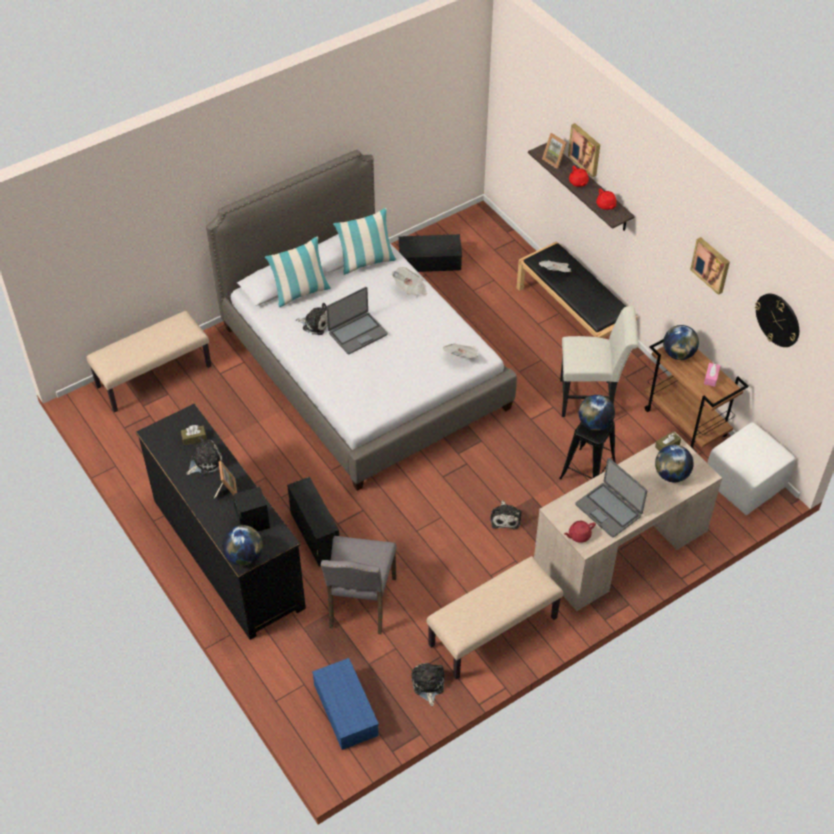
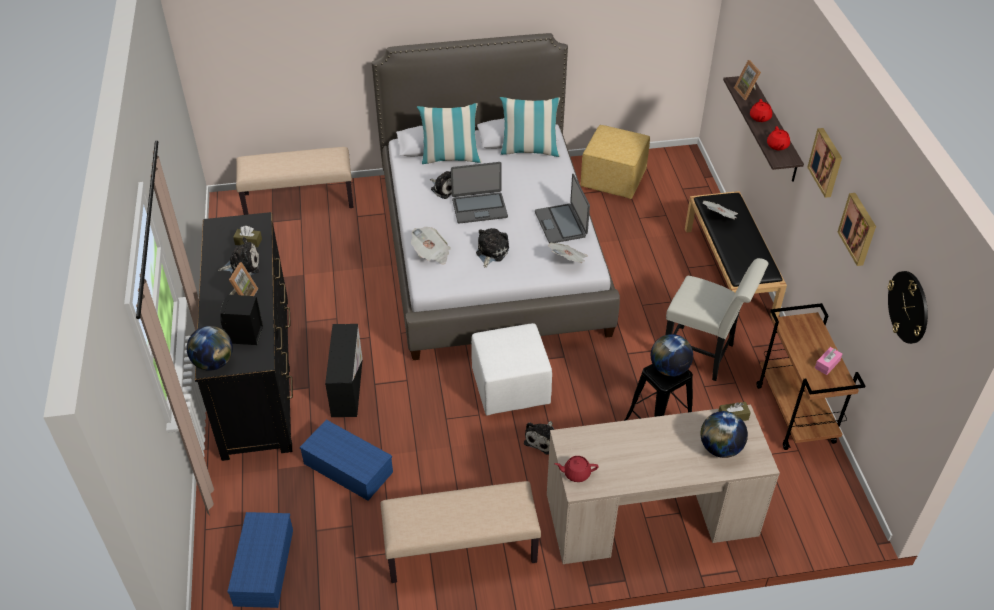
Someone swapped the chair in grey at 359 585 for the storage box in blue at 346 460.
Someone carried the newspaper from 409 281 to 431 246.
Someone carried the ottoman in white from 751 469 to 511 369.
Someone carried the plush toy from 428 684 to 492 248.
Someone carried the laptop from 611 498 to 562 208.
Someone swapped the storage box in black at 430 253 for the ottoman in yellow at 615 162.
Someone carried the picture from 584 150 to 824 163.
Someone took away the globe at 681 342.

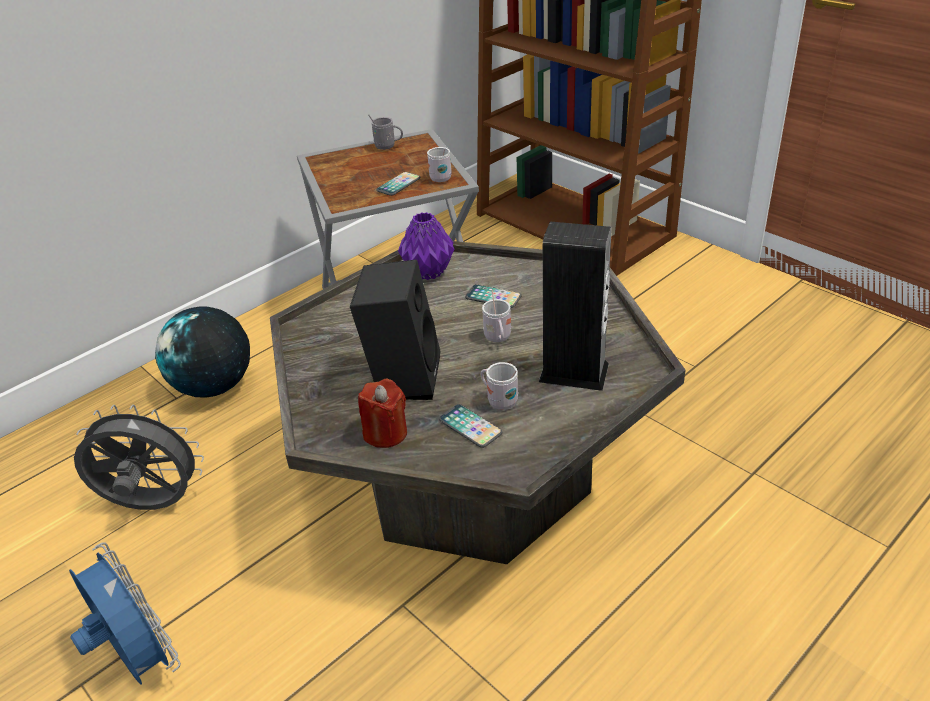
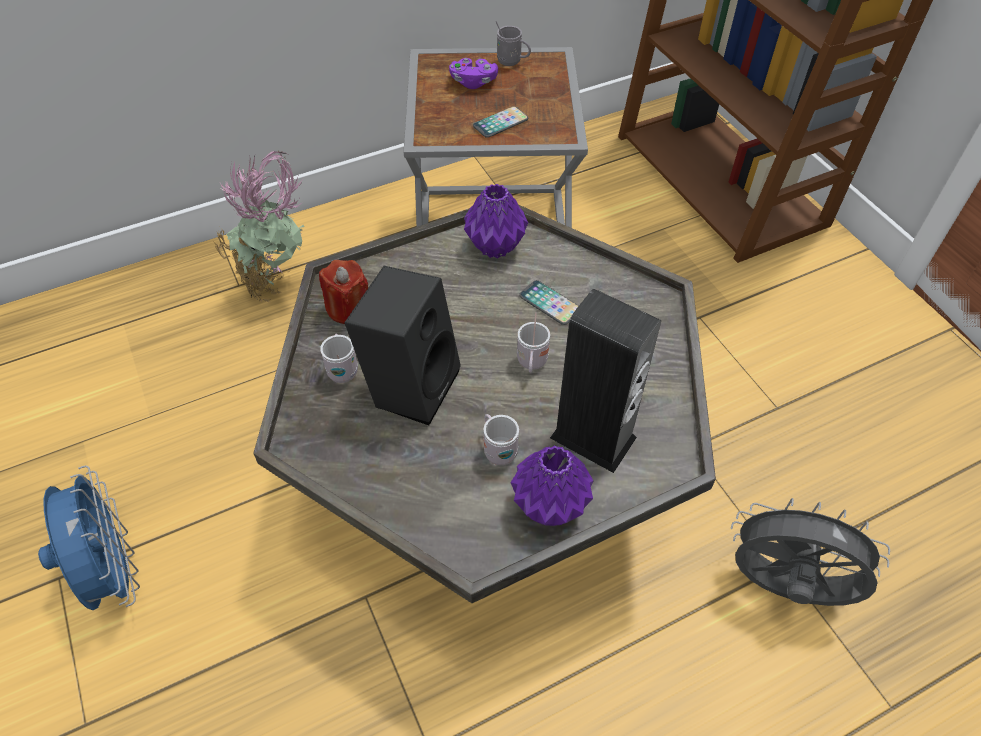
Someone swapped the globe at 202 352 for the potted plant at 260 226.
Someone carried the candle in red from 382 413 to 343 292.
Someone carried the mug in white from 439 164 to 339 358.
Someone put down the game controller in purple at 473 73.
Someone put down the vase in purple at 552 485.
Someone carried the fan in grey from 139 457 to 810 552.
Someone took away the phone at 470 426.

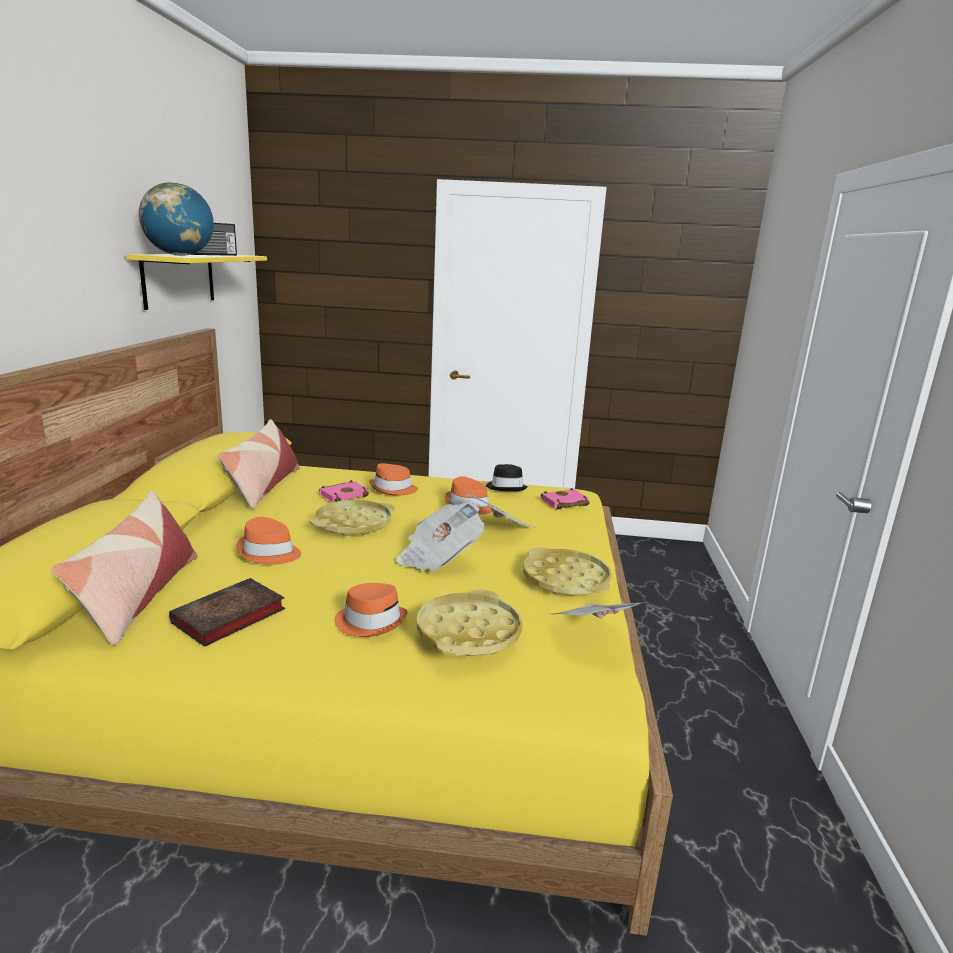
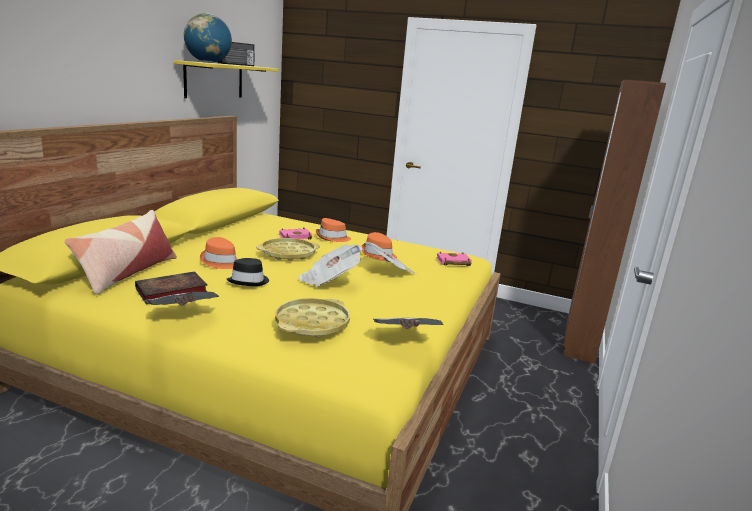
Someone put down the newspaper at 181 299.
Someone carried the hat in black from 507 477 to 248 272.
Someone put down the wardrobe in brown at 615 221.
Someone took away the pillow at 258 464.
Someone took away the hat in orange at 371 610.
Someone took away the tray in yellow at 567 571.

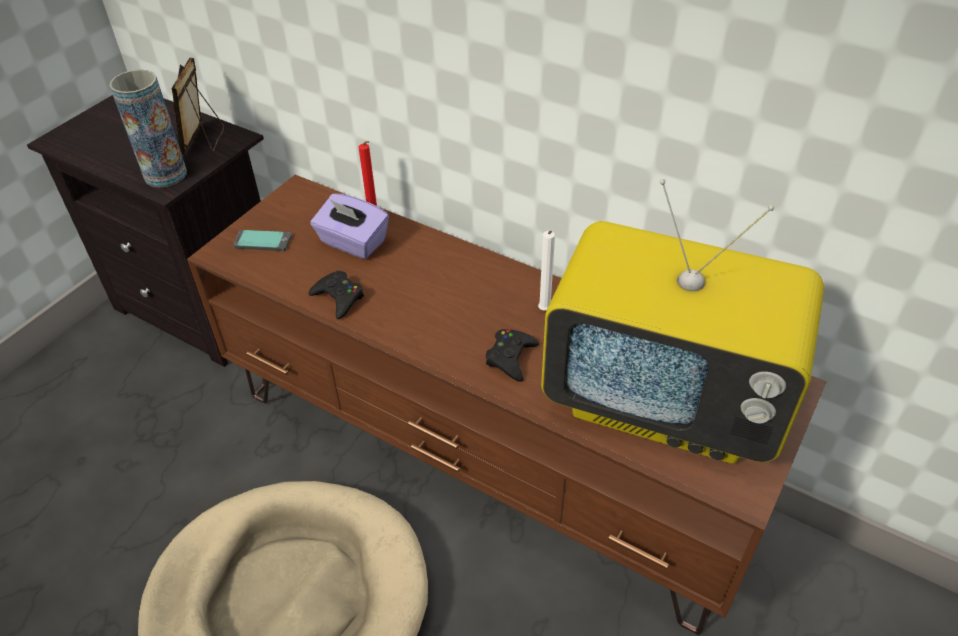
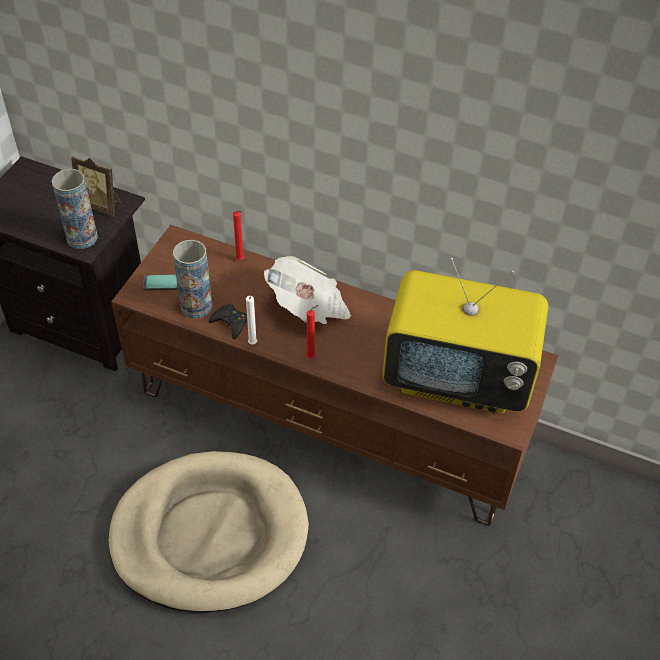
Someone rotated the picture frame at 198 105 by 60 degrees counterclockwise.
Someone put down the vase at 192 279.
Someone carried the candle in white from 546 271 to 251 320.
Someone put down the newspaper at 307 290.
Someone put down the candle in red at 312 332.
Someone took away the tissue box in purple at 349 226.
Someone took away the game controller in black at 512 355.

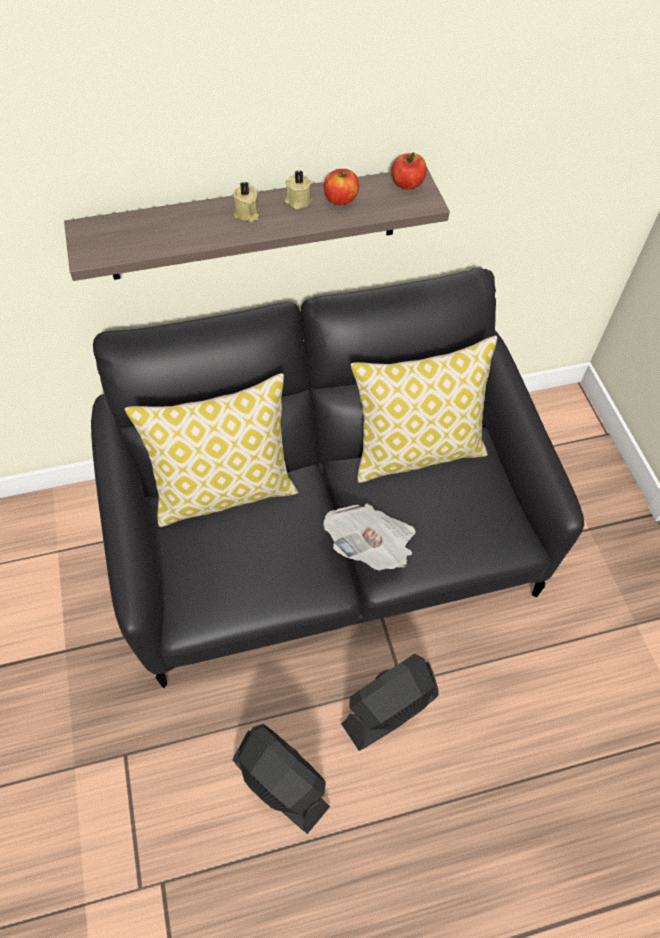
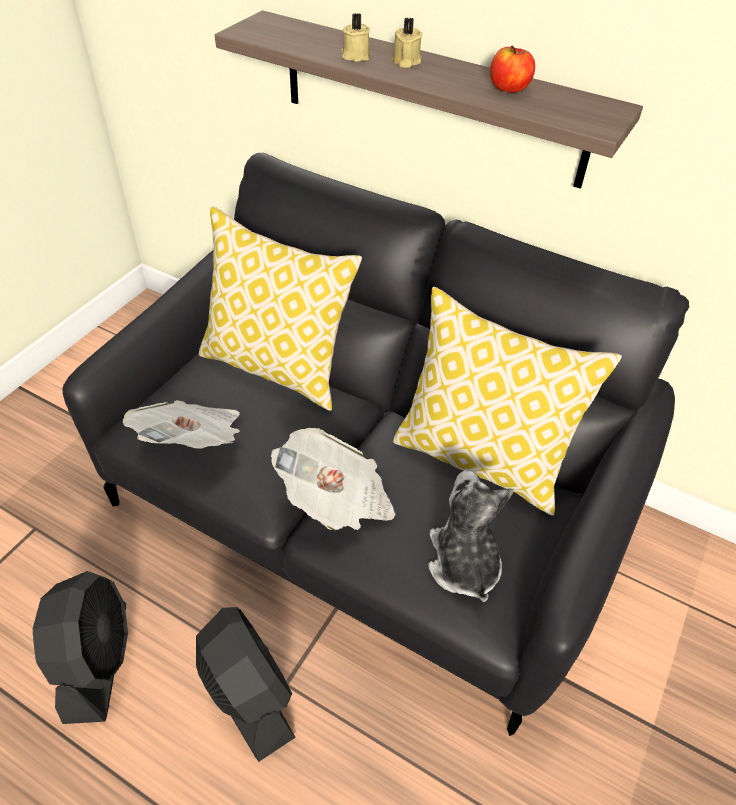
Someone put down the newspaper at 181 424.
Someone rotated the fan in black at 390 702 by 45 degrees clockwise.
Someone carried the candle in beige from 298 189 to 355 37.
Someone put down the plush toy at 471 536.
Someone took away the apple at 409 171.

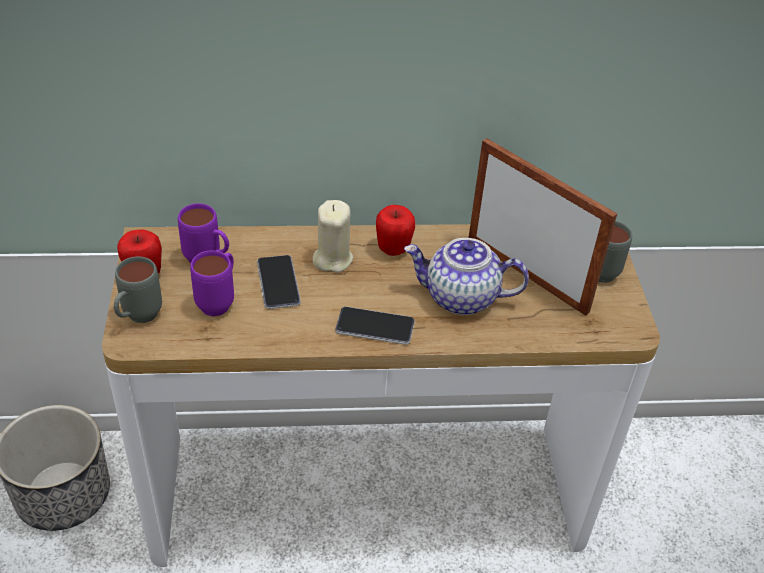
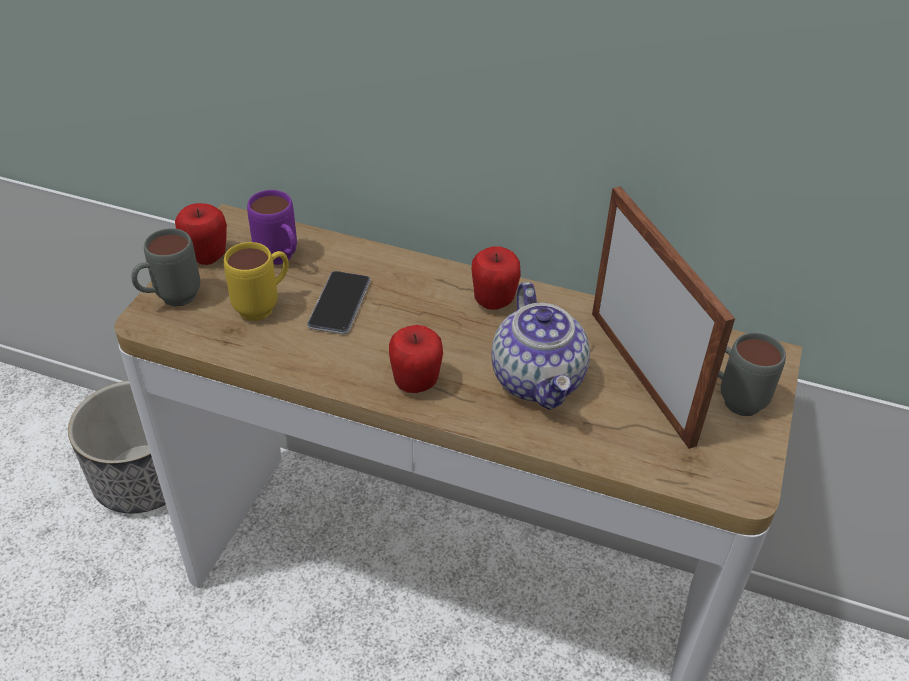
Someone repainted the mug in purple at 212 283, which became the mug in yellow at 256 281.
Someone swapped the phone at 375 325 for the apple at 416 359.
Someone rotated the teapot at 466 276 by 135 degrees counterclockwise.
Someone took away the candle in beige at 333 236.

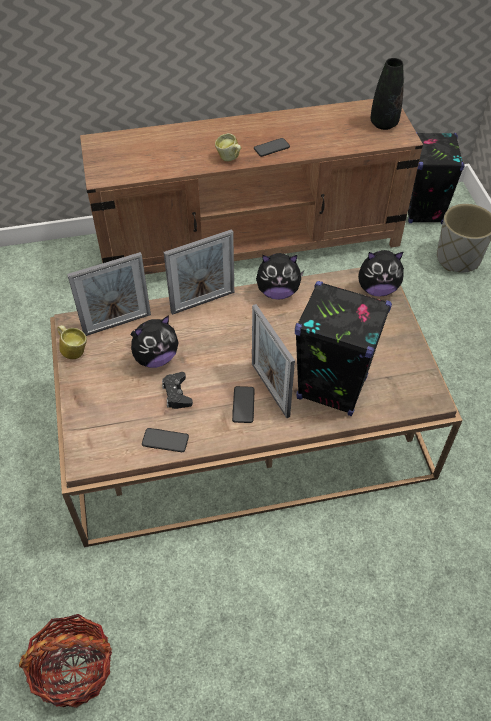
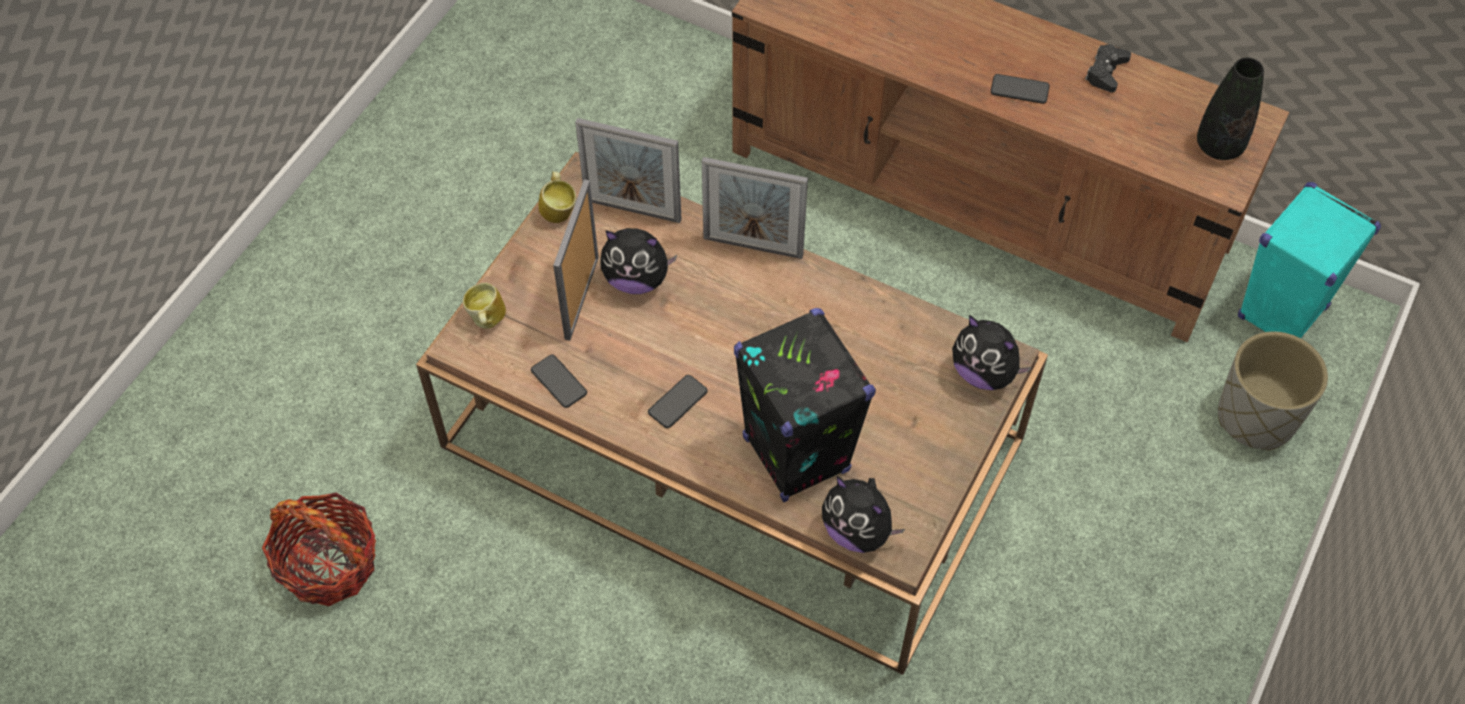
Someone carried the mug from 228 147 to 484 306.
Someone carried the picture frame from 273 361 to 576 260.
Someone carried the plush toy from 280 276 to 863 514.
Someone carried the game controller in black from 177 390 to 1108 68.
Someone repainted the speaker in black at 436 178, which became the speaker in turquoise at 1309 260.

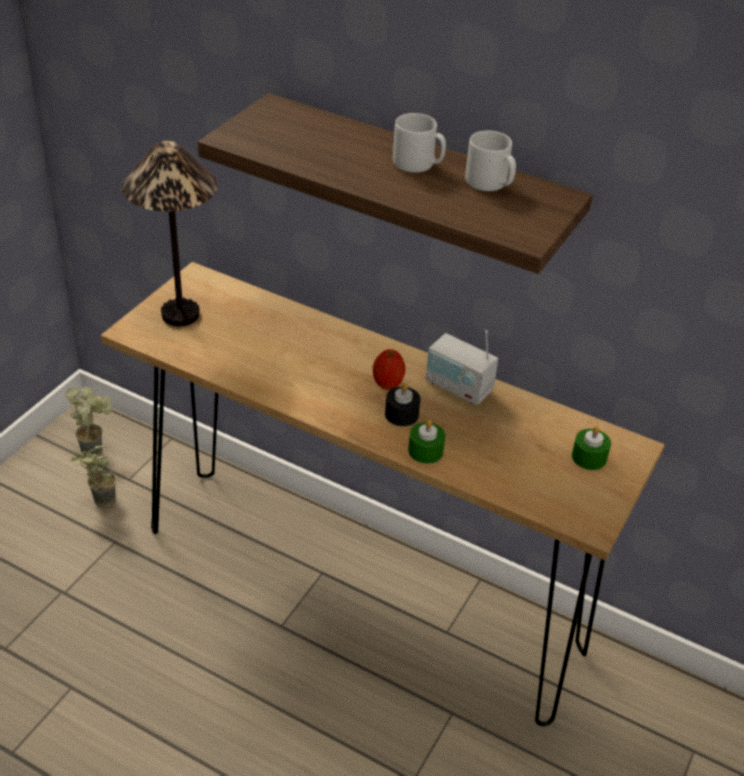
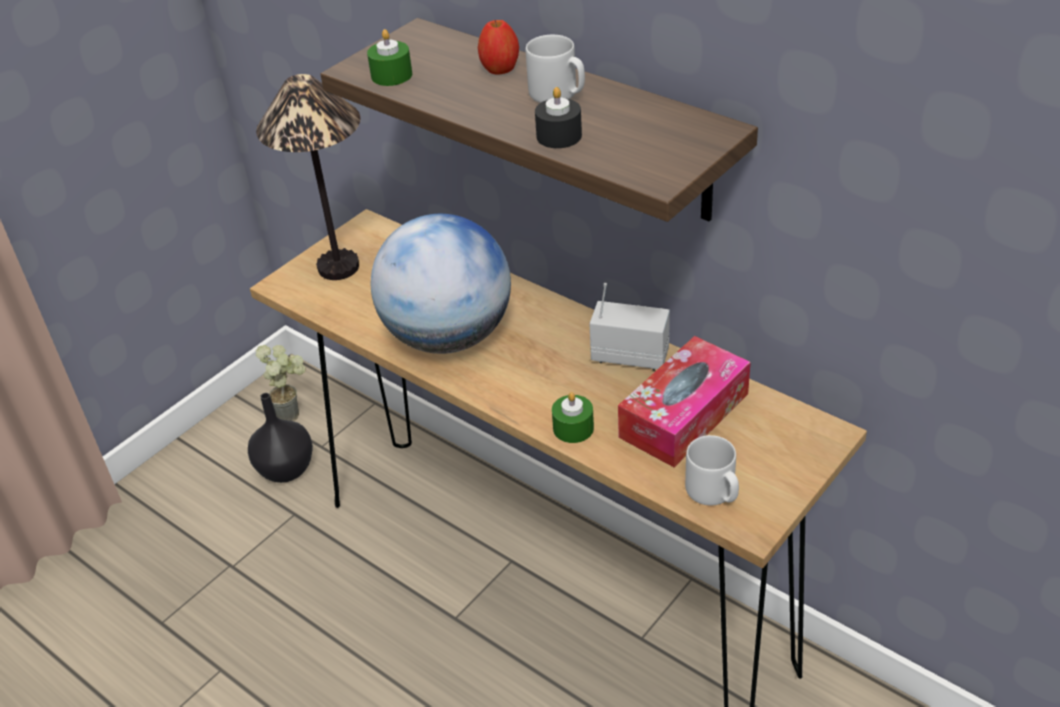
Someone swapped the potted plant at 93 476 for the vase in black at 280 438.
Someone carried the candle in green from 591 448 to 389 57.
Someone put down the globe at 441 284.
Someone carried the apple from 389 369 to 498 47.
Someone carried the candle in black from 403 404 to 558 117.
Someone rotated the radio at 462 367 by 150 degrees clockwise.
Someone put down the tissue box at 684 402.
Someone carried the mug in grey from 490 161 to 712 470.

